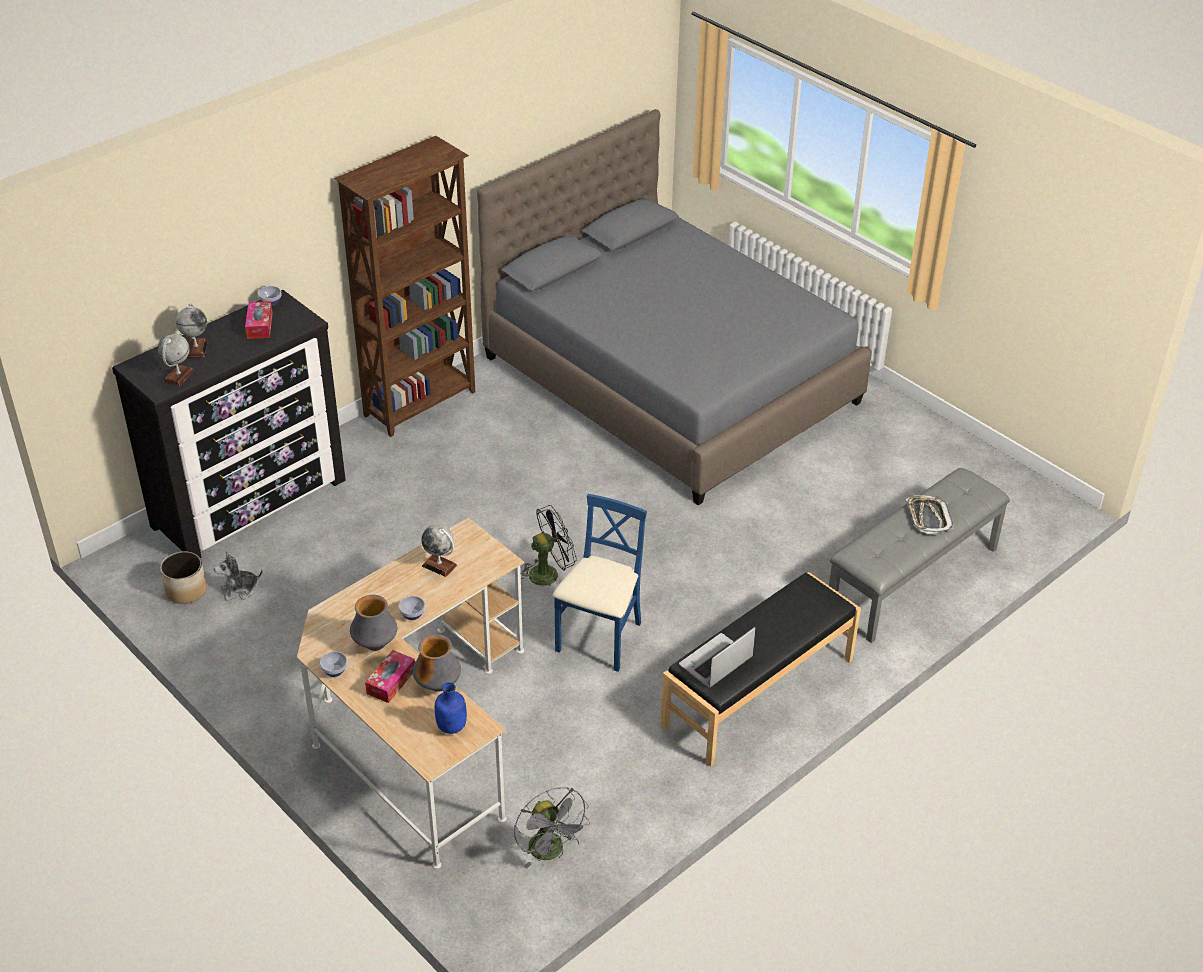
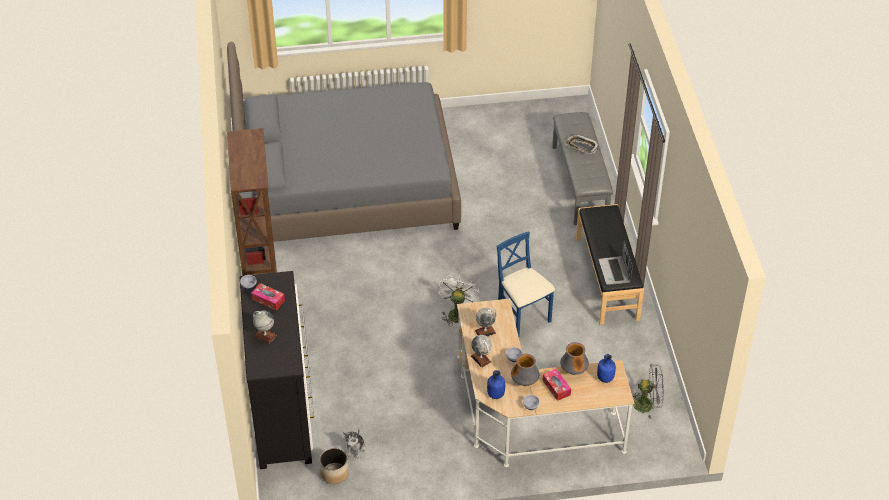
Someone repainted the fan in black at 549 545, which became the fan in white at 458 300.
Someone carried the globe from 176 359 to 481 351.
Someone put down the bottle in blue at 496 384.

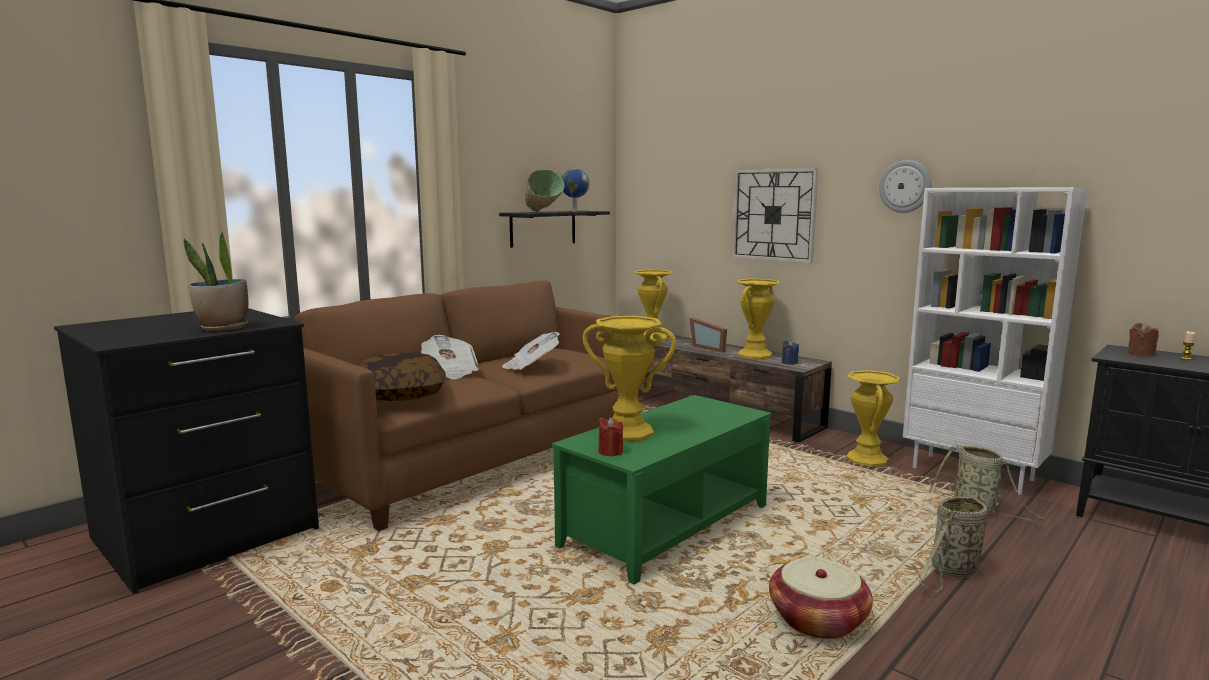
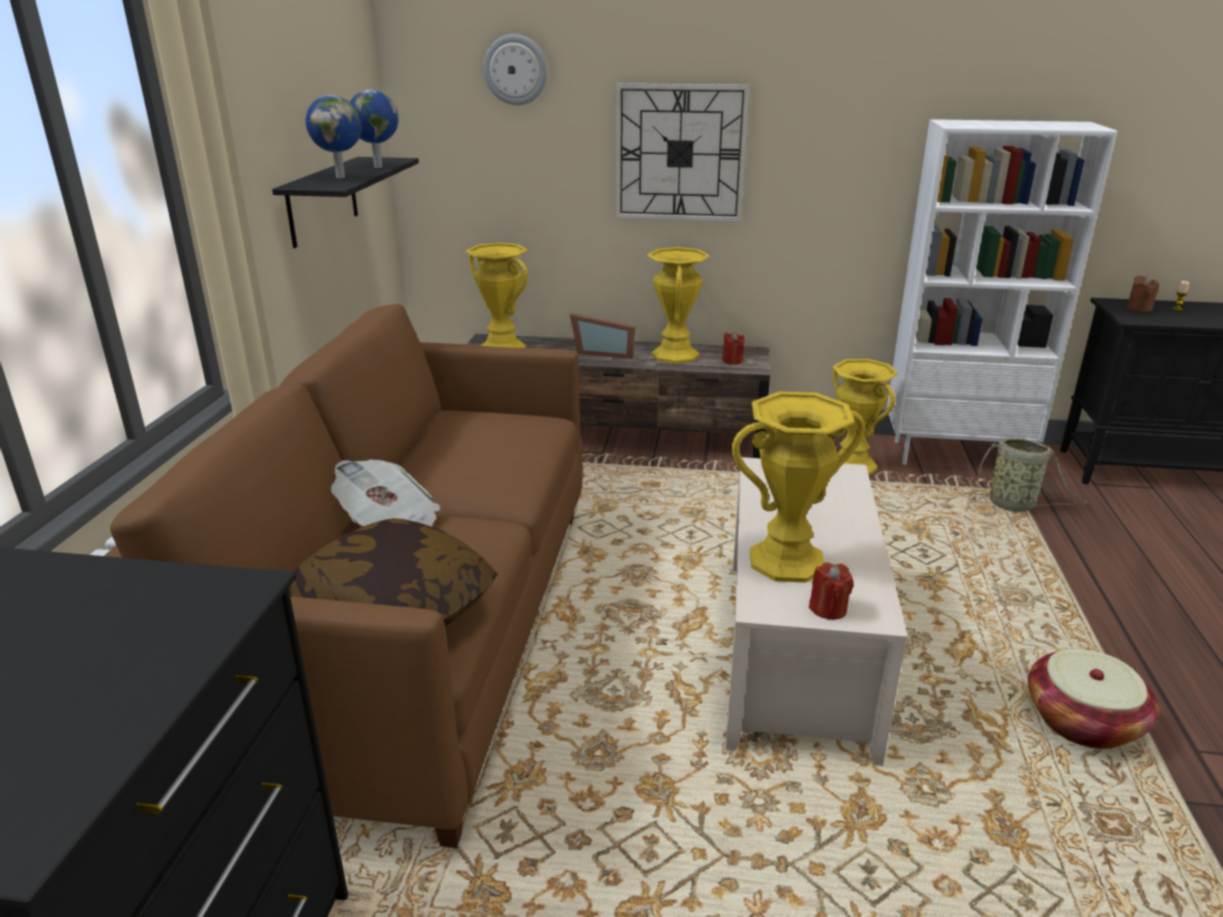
Someone swapped the bowl in green at 544 190 for the globe at 334 136.
Someone carried the wall clock from 905 186 to 516 69.
Someone repainted the candle in blue at 790 352, which became the candle in red at 733 348.
Someone repainted the coffee table in green at 661 490, which became the coffee table in beige at 817 611.
Someone took away the potted plant at 215 281.
Someone took away the newspaper at 531 351.
Someone took away the basket at 953 543.

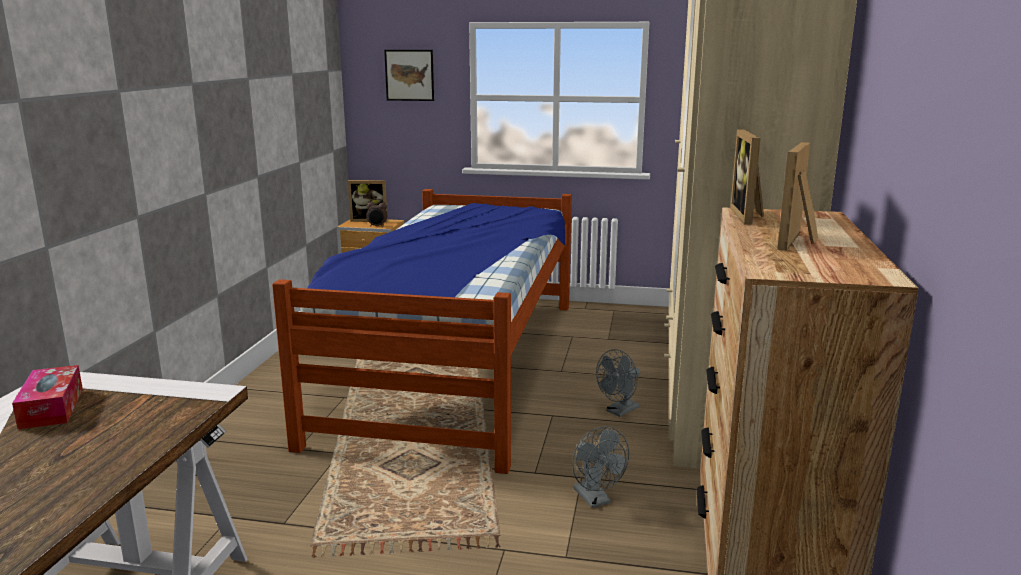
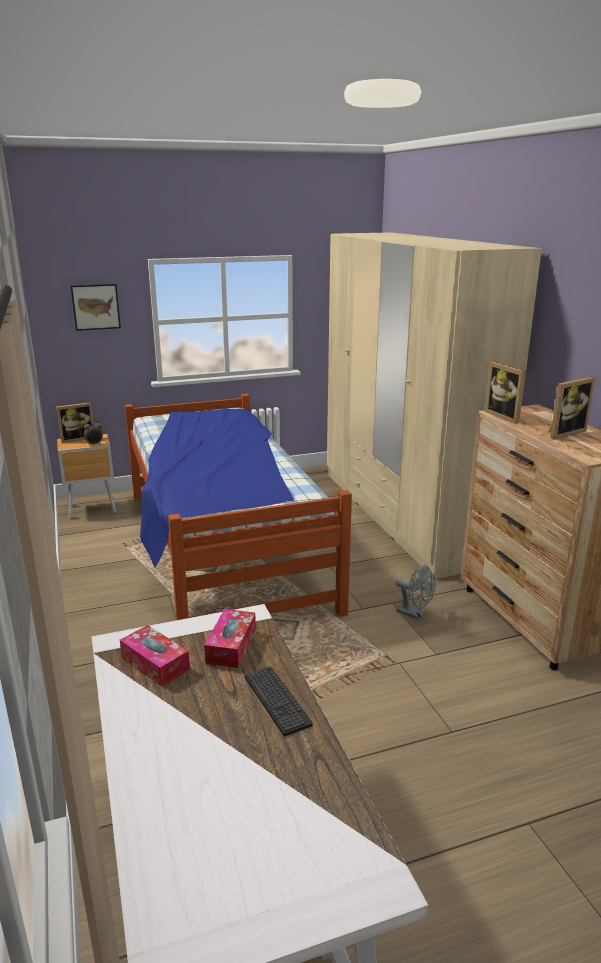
Someone put down the tissue box at 230 638.
Someone put down the keyboard at 279 701.
Someone rotated the picture frame at 797 196 by 120 degrees counterclockwise.
Someone took away the fan in grey at 618 383.

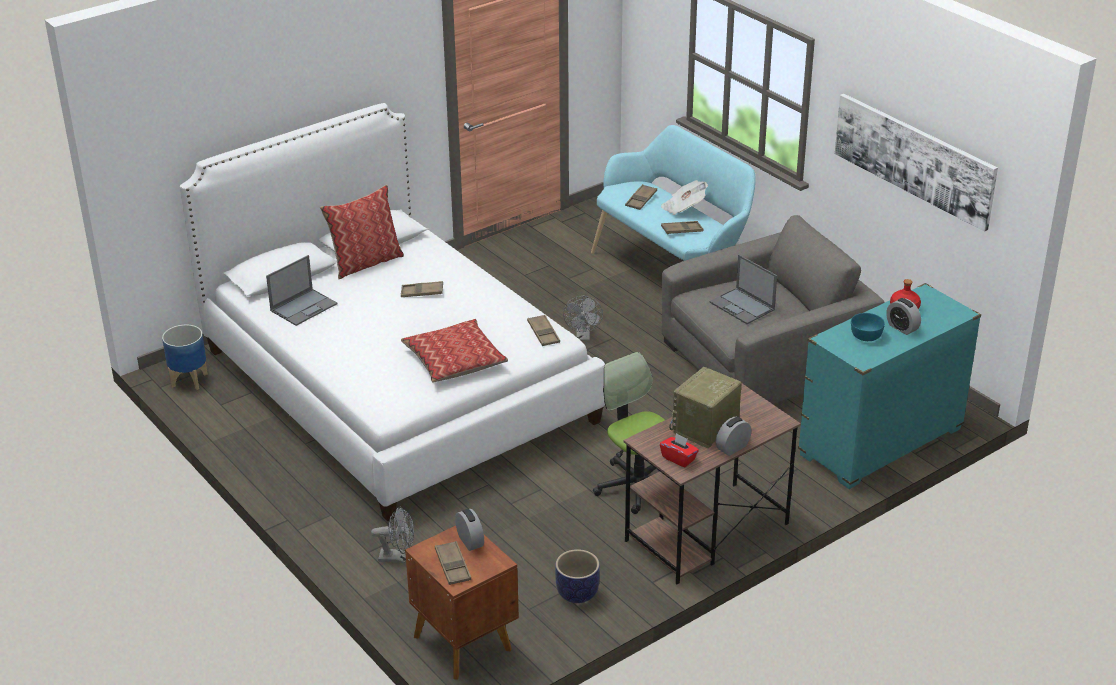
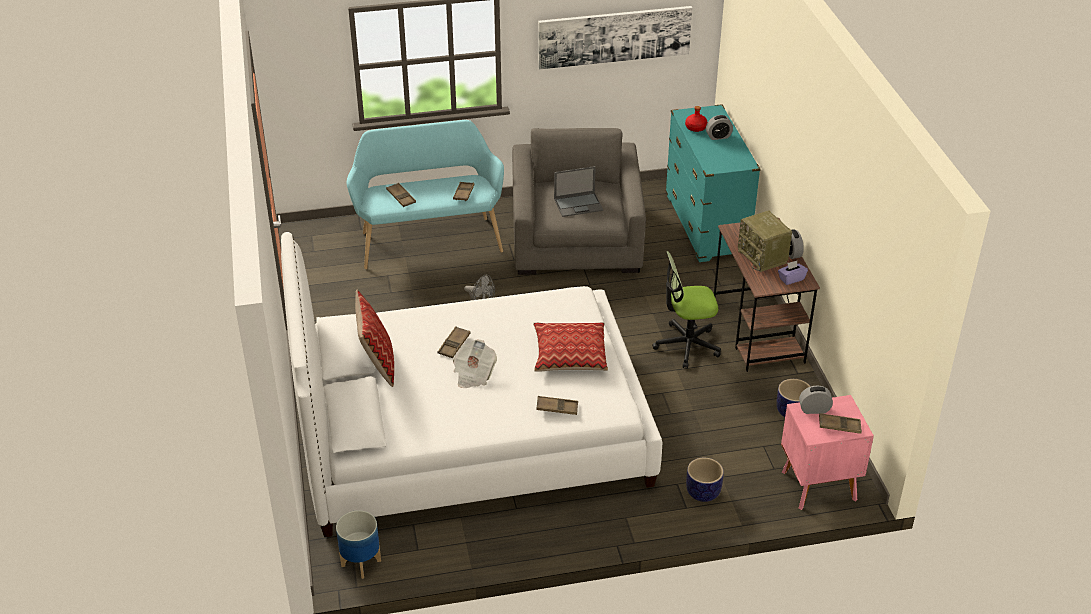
Someone carried the newspaper from 684 197 to 475 364.
Someone carried the tray in brown from 543 330 to 557 405.
Someone swapped the fan in grey at 392 535 for the planter at 705 480.
Someone repainted the tissue box in red at 679 450, which became the tissue box in purple at 793 273.
Someone repainted the nightstand in brown at 462 603, which became the nightstand in pink at 827 452.
Someone took away the laptop at 302 290.
Someone took away the bowl in turquoise at 868 327.

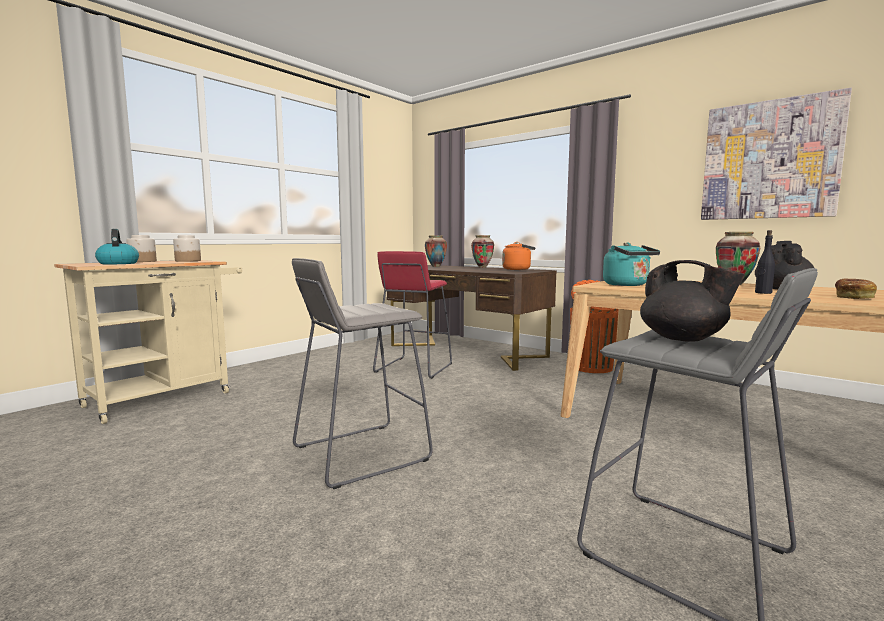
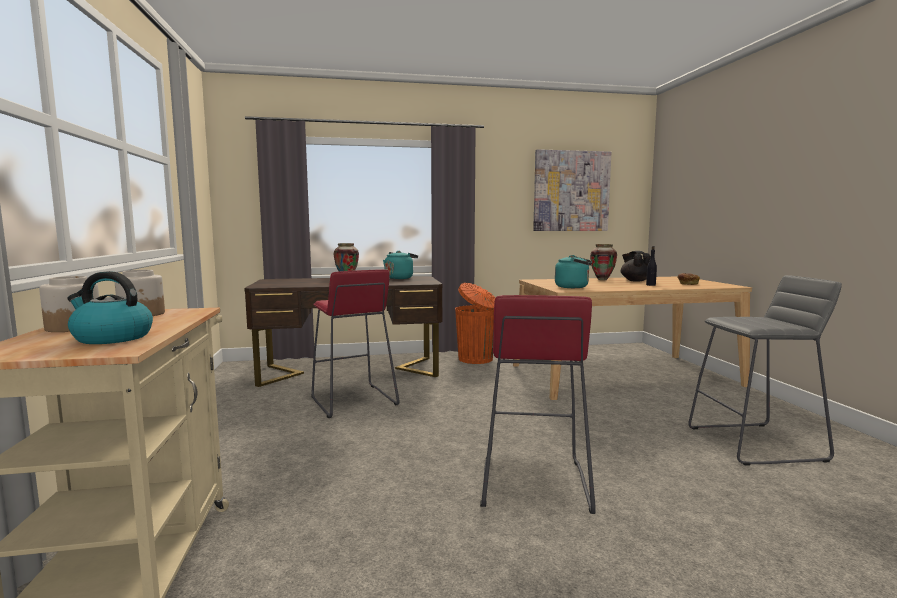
Someone repainted the kettle in orange at 518 256, which became the kettle in turquoise at 400 265.
Someone repainted the stool in grey at 362 373, which became the stool in red at 538 404.
Someone took away the vase at 436 251.
Someone took away the teapot in black at 692 300.

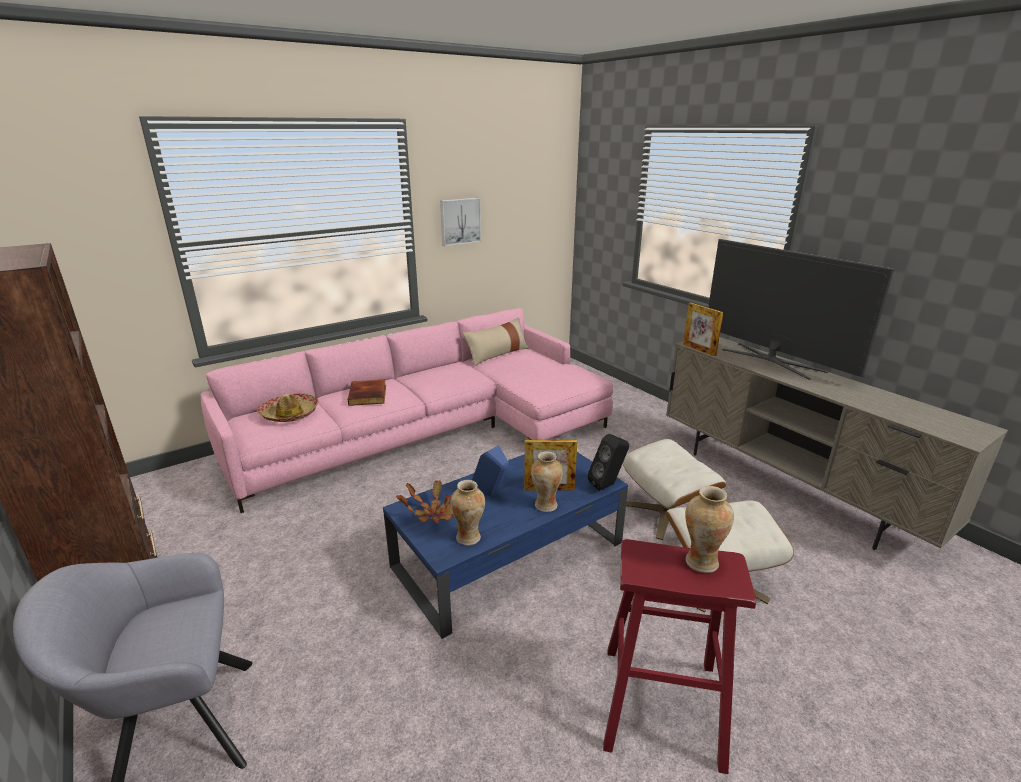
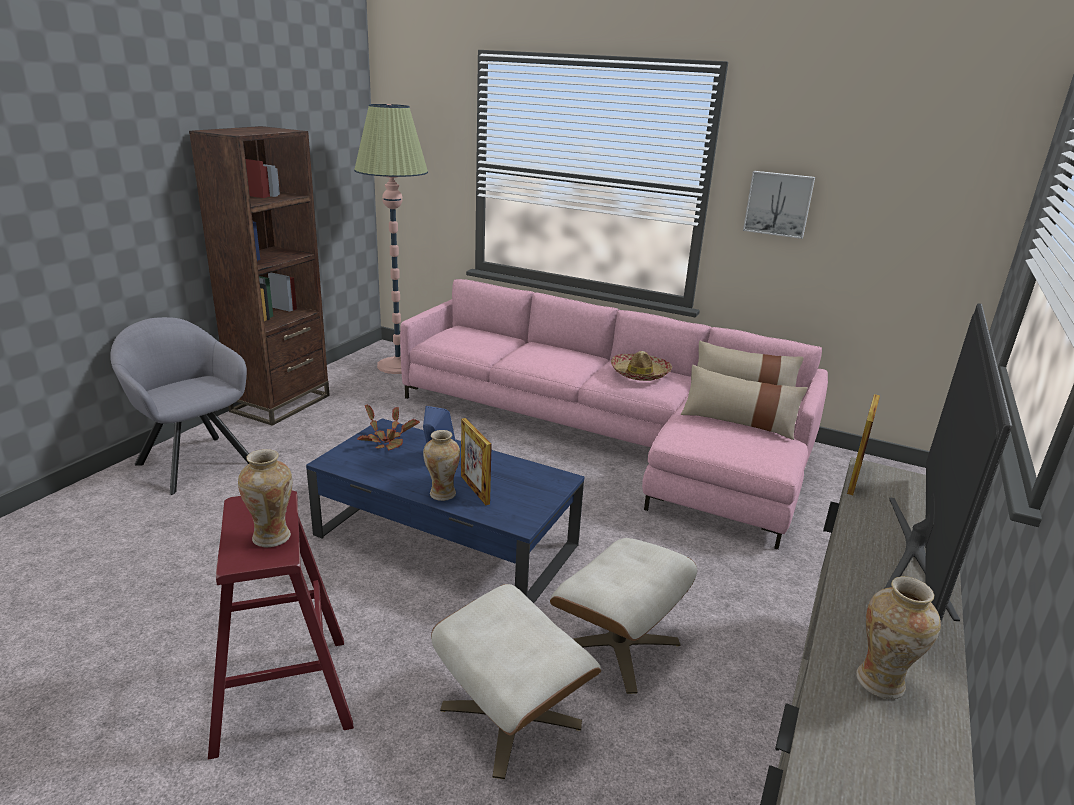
Someone put down the floor lamp at 391 239.
Someone carried the hat from 287 407 to 641 366.
Someone put down the pillow in beige at 744 402.
Someone carried the vase from 468 512 to 898 637.
Someone took away the book at 367 392.
Someone took away the speaker in black at 608 462.

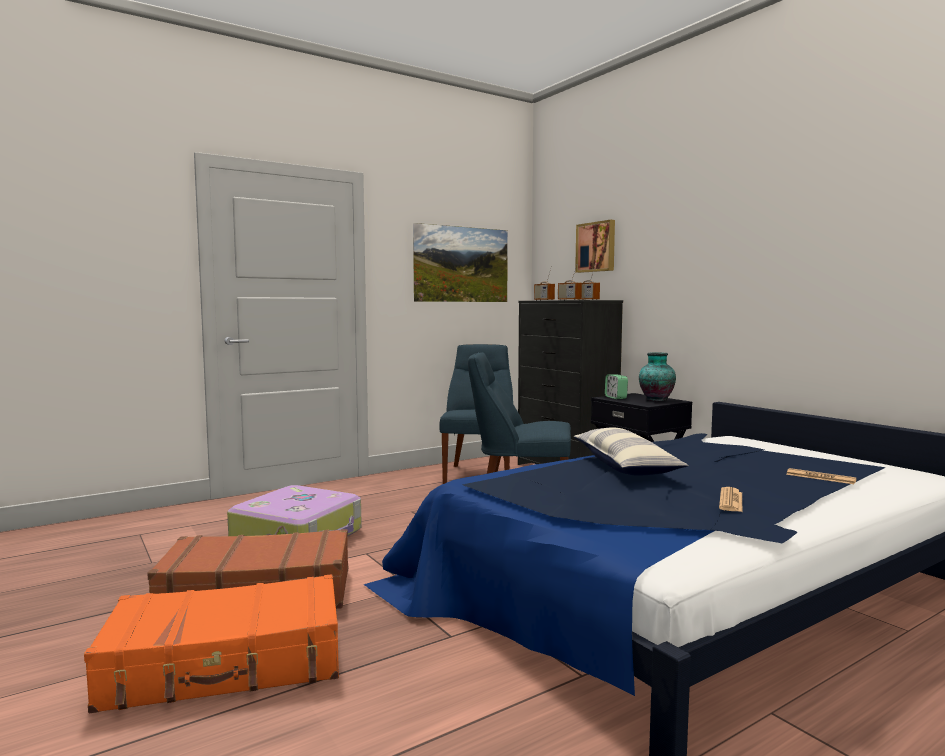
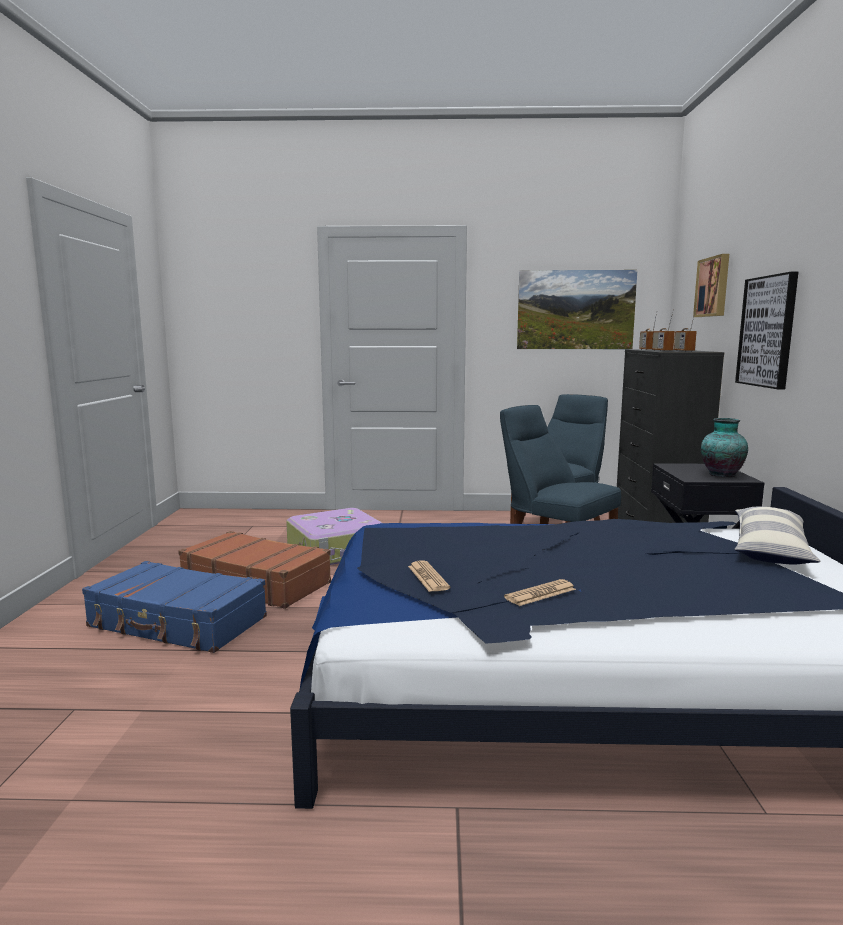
Someone repainted the suitcase in orange at 211 643, which became the suitcase in blue at 174 607.
Someone carried the newspaper from 821 476 to 429 576.
Someone put up the picture at 766 330.
Someone carried the pillow from 631 451 to 777 535.
Someone took away the alarm clock at 616 386.

